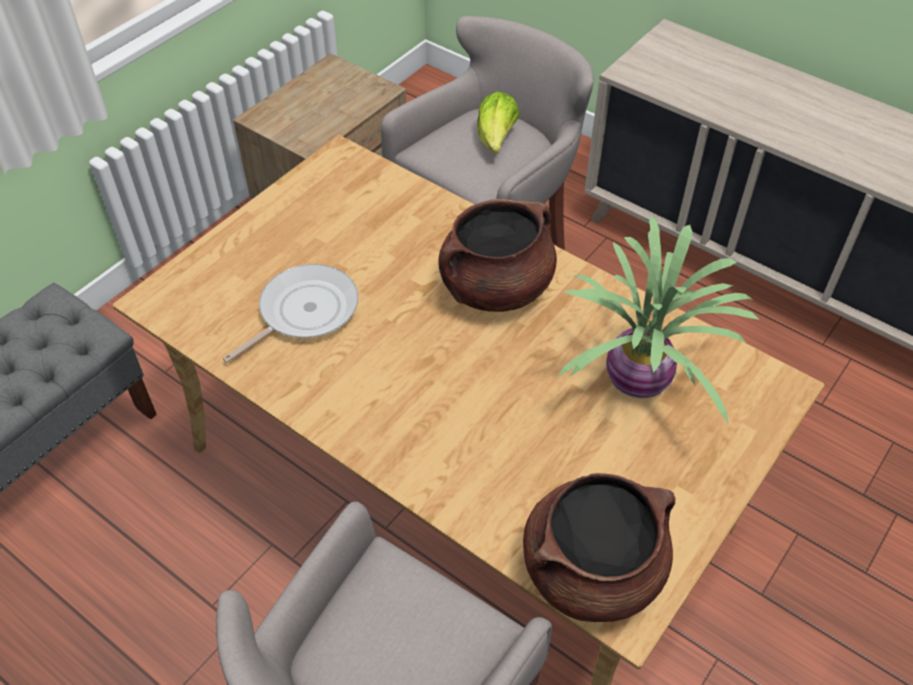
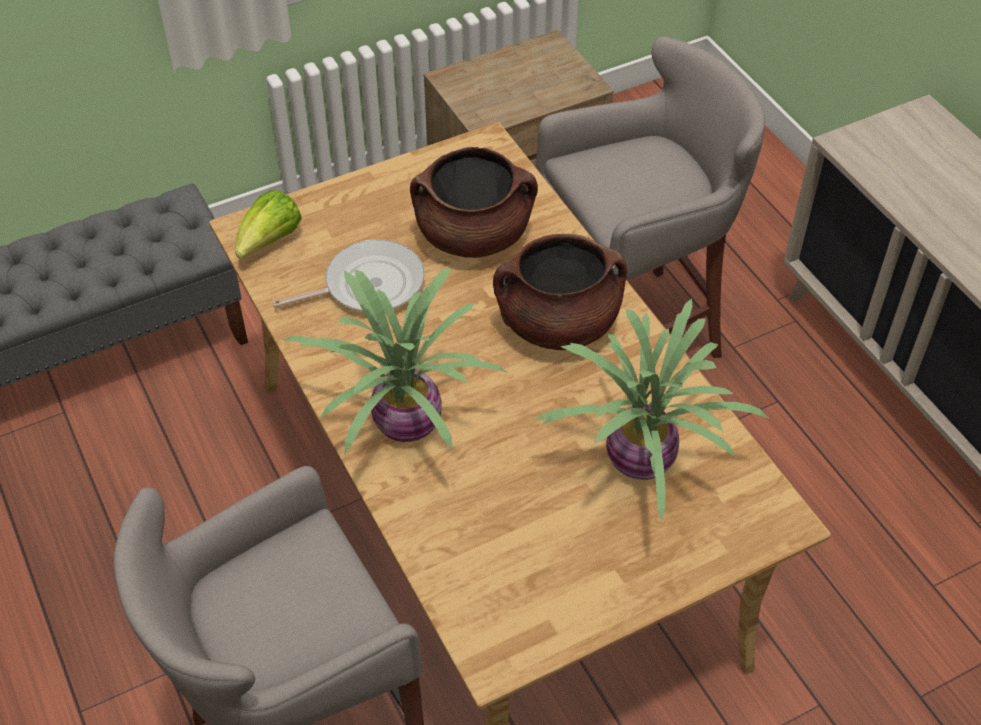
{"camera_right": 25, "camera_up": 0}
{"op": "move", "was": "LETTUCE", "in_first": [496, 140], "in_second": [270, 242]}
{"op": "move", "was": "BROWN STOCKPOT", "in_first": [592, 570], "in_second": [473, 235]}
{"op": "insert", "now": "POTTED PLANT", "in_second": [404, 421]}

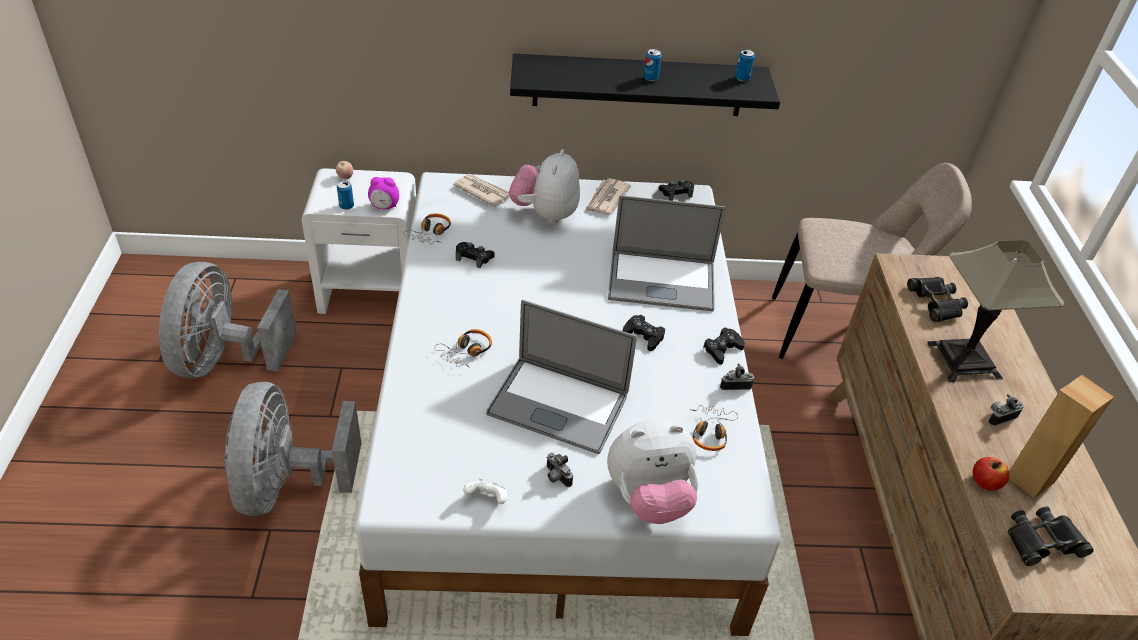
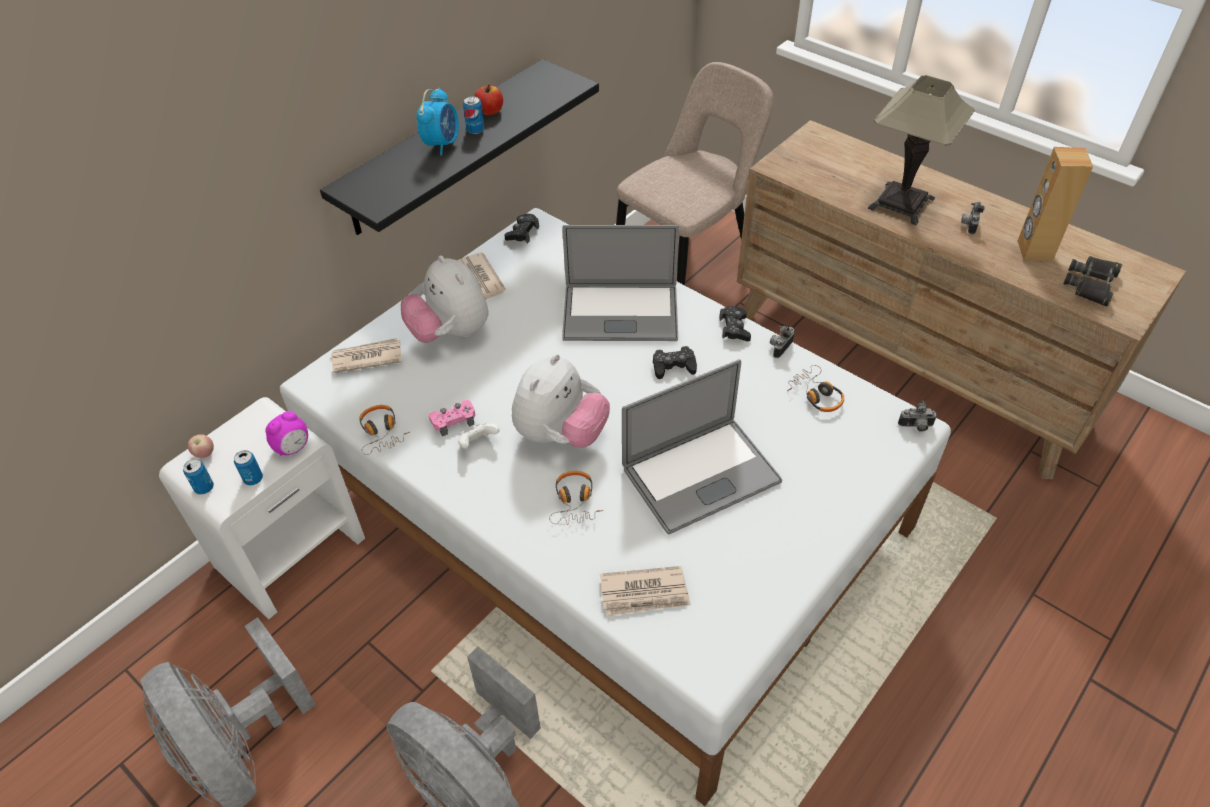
{"camera_right": -45, "camera_up": 5}
{"op": "recolor", "was": "BLACKISH GAME CONTROLLER", "now": "PINK GAME CONTROLLER", "in_first": [474, 257], "in_second": [453, 420]}
{"op": "move", "was": "WHITISH GAME CONTROLLER", "in_first": [487, 499], "in_second": [478, 443]}
{"op": "move", "was": "STILL CAMERA", "in_first": [556, 477], "in_second": [916, 427]}
{"op": "move", "was": "CUDDLY TOY", "in_first": [649, 498], "in_second": [561, 434]}
{"op": "rotate", "was": "PORTABLE COMPUTER", "in_first": [661, 281], "in_second": [620, 313], "clockwise": 45}
{"op": "move", "was": "SEALED CAN", "in_first": [742, 78], "in_second": [204, 488]}
{"op": "delete", "was": "BLACKISH PAIR OF BINOCULARS", "in_first": [935, 303]}
{"op": "move", "was": "APPLE", "in_first": [985, 482], "in_second": [490, 111]}
{"op": "insert", "now": "ALARM CLOCK", "in_second": [442, 144]}
{"op": "insert", "now": "PRINTED PAPER", "in_second": [645, 593]}

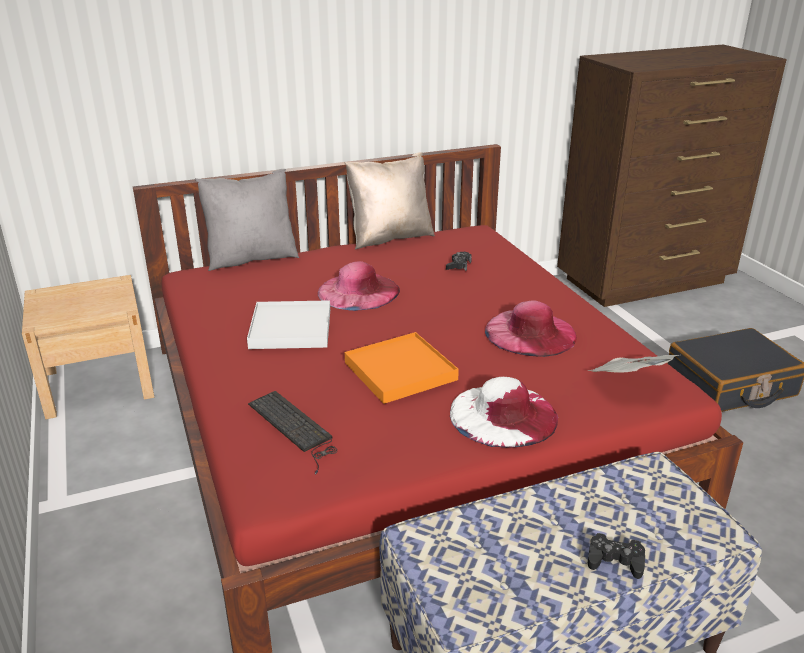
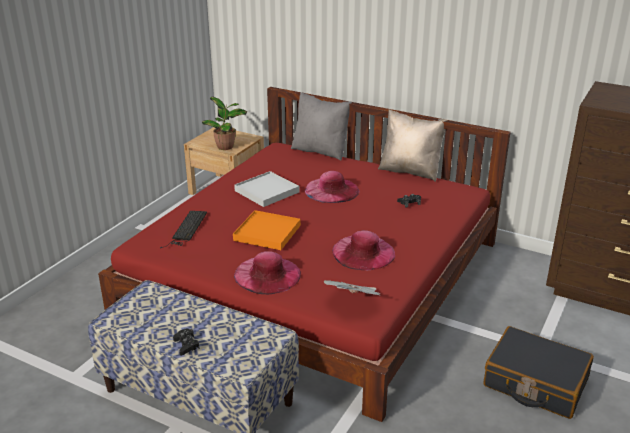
{"camera_right": 50, "camera_up": 0}
{"op": "recolor", "was": "WHITISH WEARABLE HAT", "now": "PINK WEARABLE HAT", "in_first": [503, 414], "in_second": [267, 274]}
{"op": "insert", "now": "POTTED PLANT", "in_second": [226, 147]}

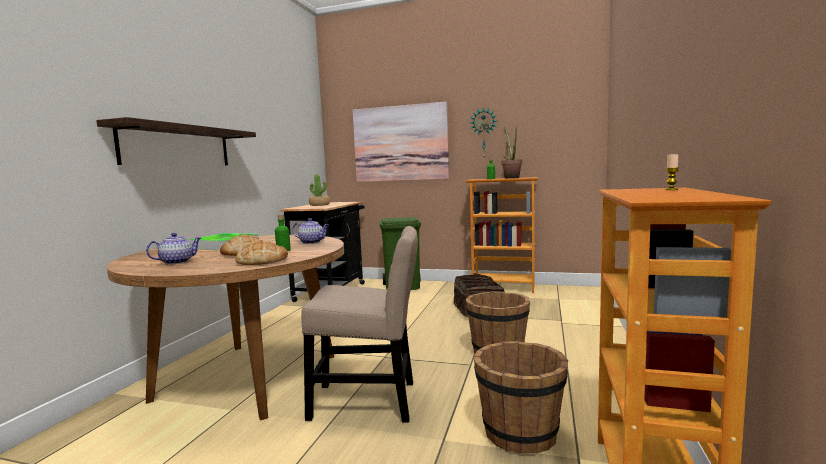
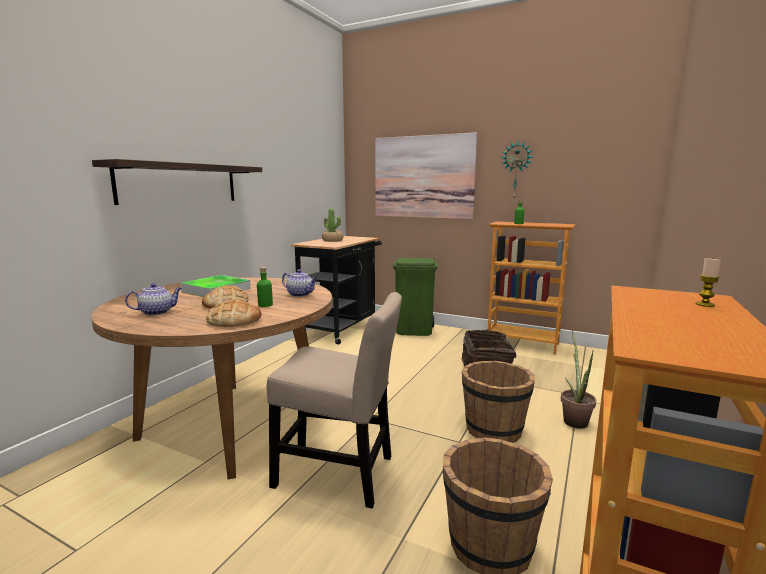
{"camera_right": 10, "camera_up": 5}
{"op": "move", "was": "POTTED PLANT", "in_first": [511, 178], "in_second": [574, 419]}

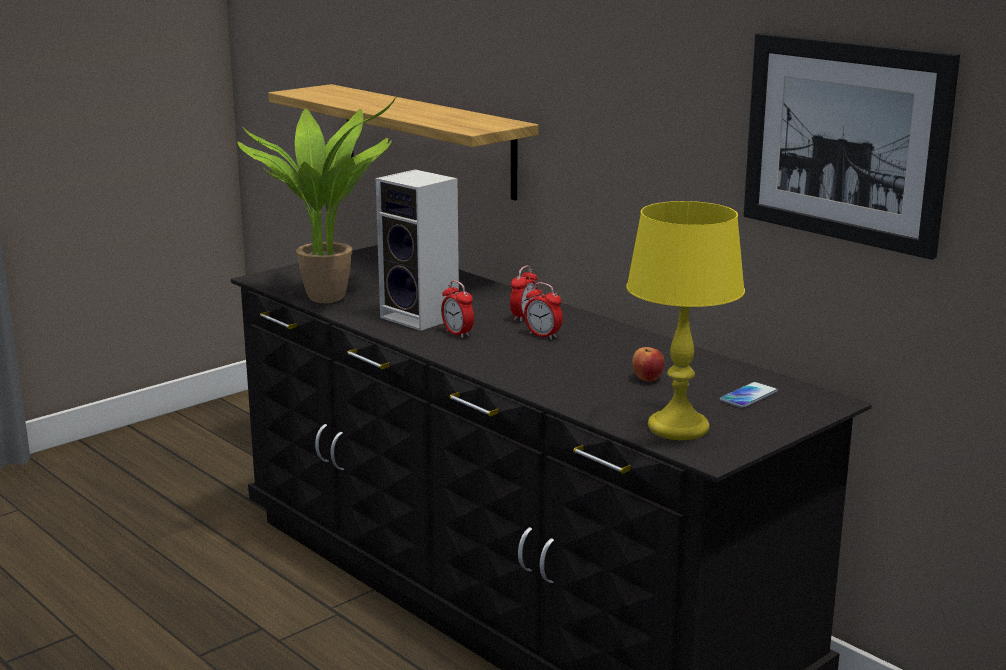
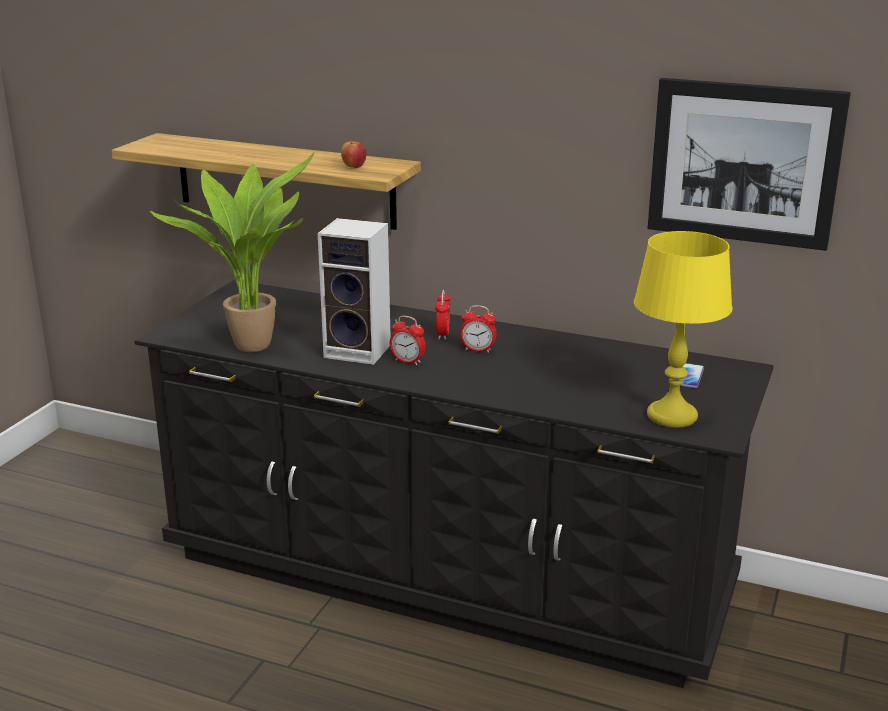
{"camera_right": -25, "camera_up": 5}
{"op": "move", "was": "APPLE", "in_first": [647, 379], "in_second": [354, 166]}

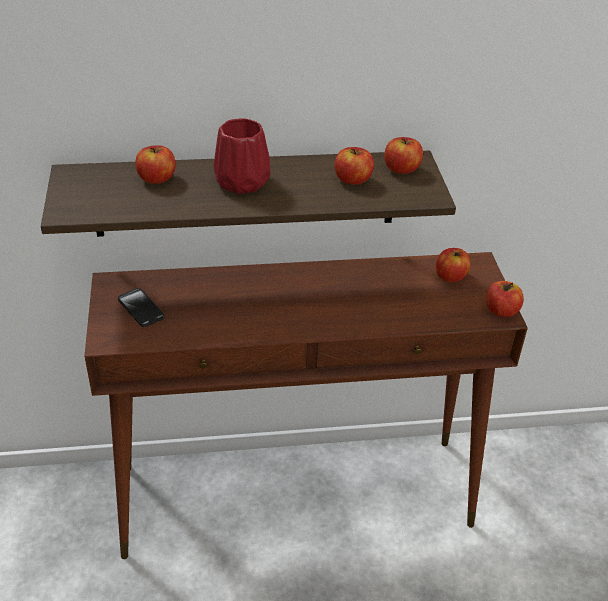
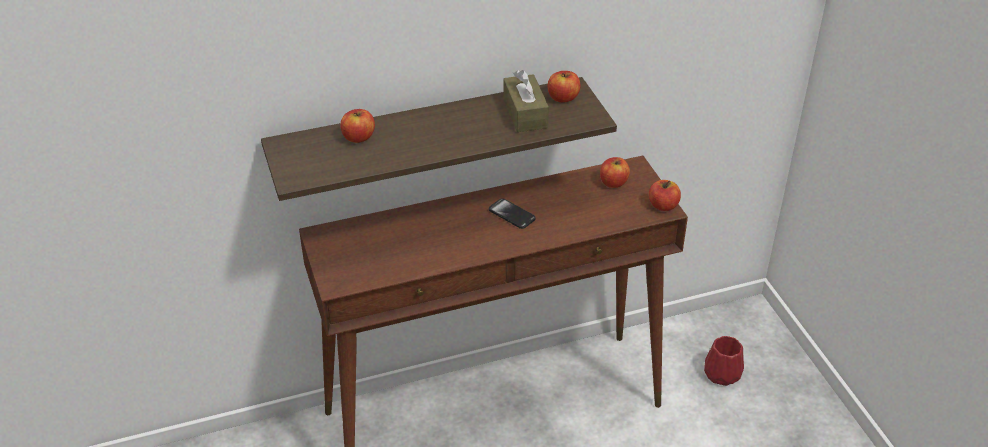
{"camera_right": -10, "camera_up": 0}
{"op": "move", "was": "PHONE", "in_first": [141, 308], "in_second": [512, 214]}
{"op": "move", "was": "REDDISH VASE", "in_first": [241, 183], "in_second": [722, 375]}
{"op": "replace", "was": "APPLE", "now": "BROWN TISSUE BOX", "in_first": [352, 179], "in_second": [525, 113]}

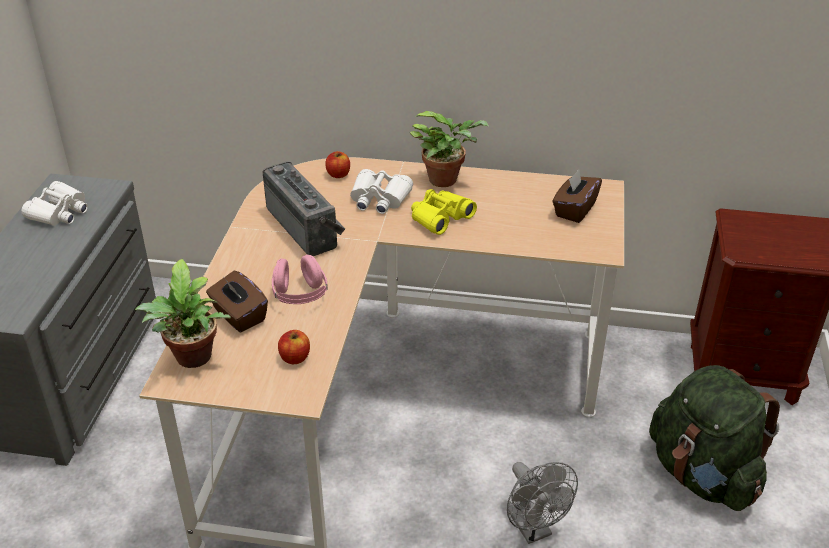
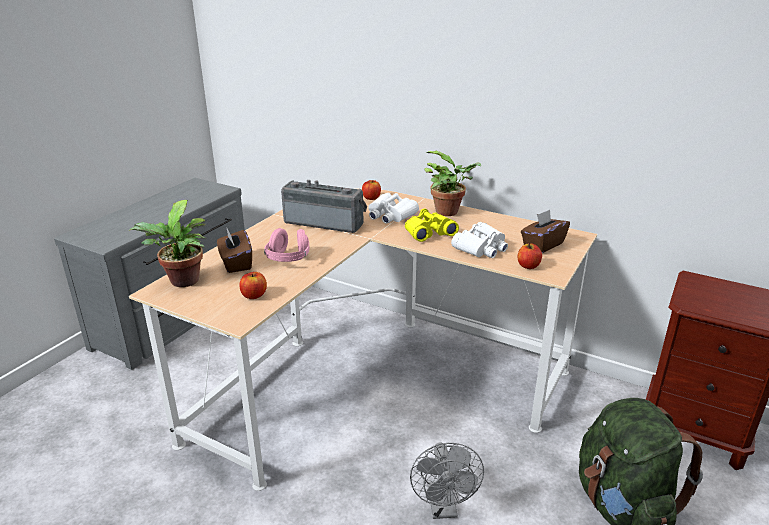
{"camera_right": 20, "camera_up": -10}
{"op": "move", "was": "WHITISH PAIR OF BINOCULARS", "in_first": [59, 212], "in_second": [481, 248]}
{"op": "rotate", "was": "RADIO", "in_first": [306, 227], "in_second": [325, 222], "clockwise": -60}
{"op": "insert", "now": "APPLE", "in_second": [528, 266]}

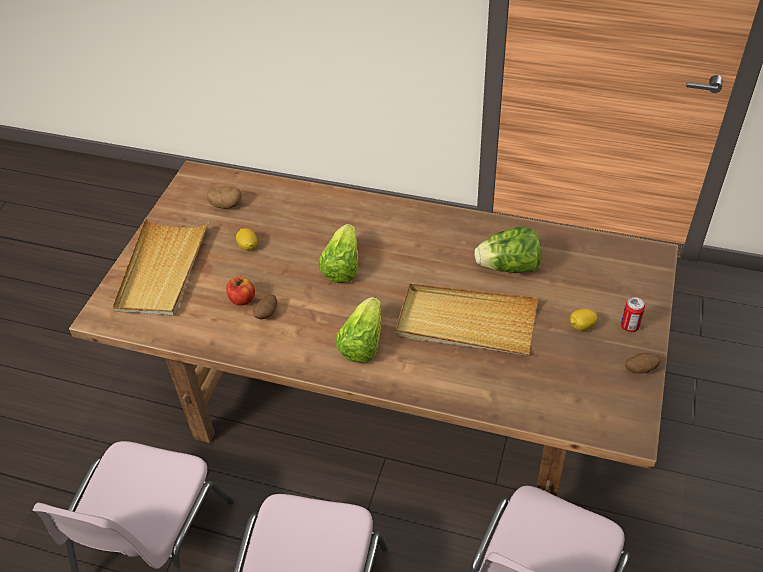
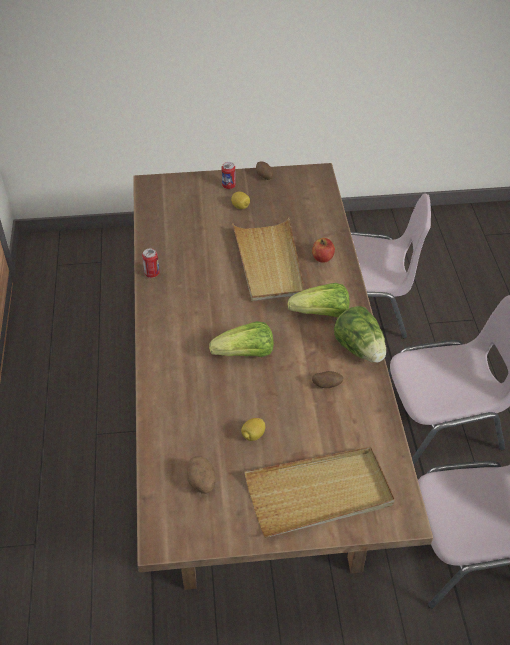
{"camera_right": -115, "camera_up": 0}
{"op": "move", "was": "APPLE", "in_first": [242, 299], "in_second": [322, 258]}
{"op": "move", "was": "LETTUCE", "in_first": [508, 267], "in_second": [360, 349]}
{"op": "insert", "now": "SEALED CAN", "in_second": [152, 273]}

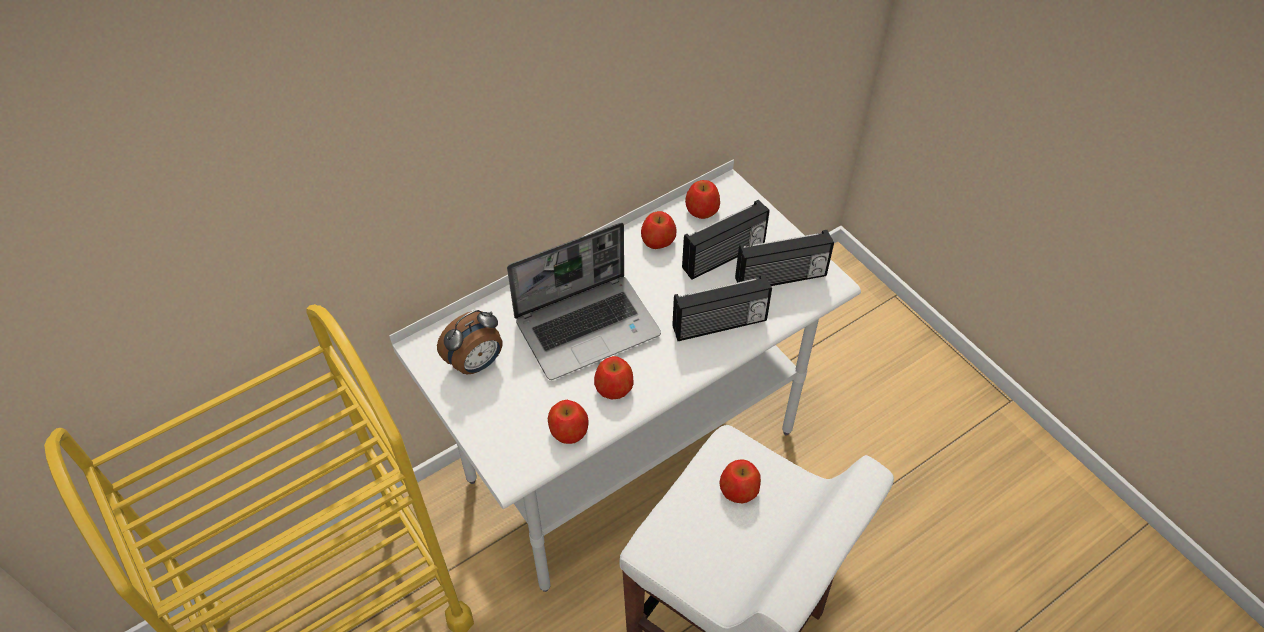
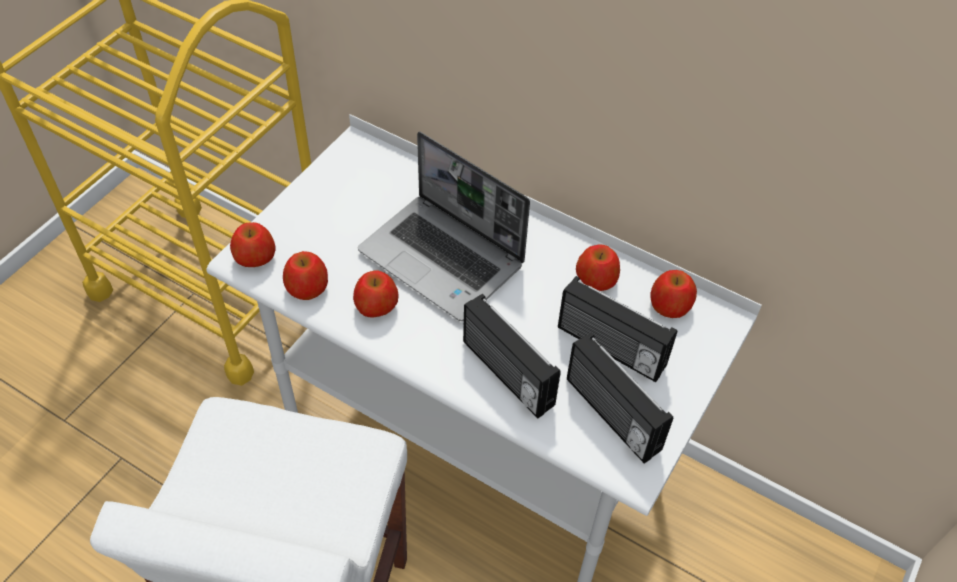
{"camera_right": 65, "camera_up": 0}
{"op": "delete", "was": "ALARM CLOCK", "in_first": [476, 363]}
{"op": "move", "was": "APPLE", "in_first": [739, 489], "in_second": [255, 257]}

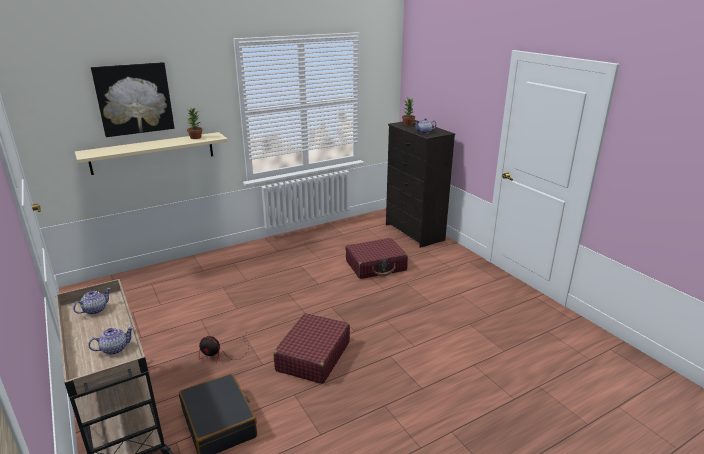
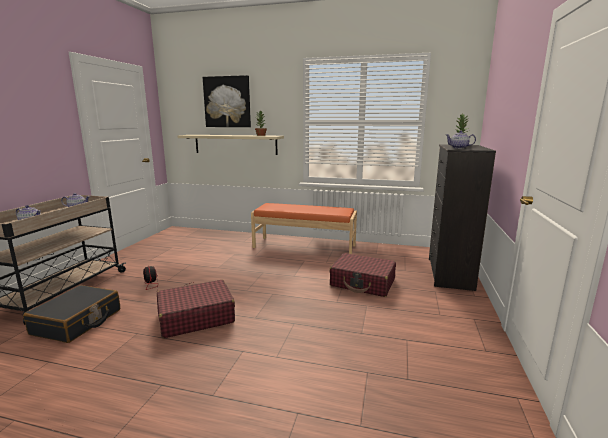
{"camera_right": 45, "camera_up": -10}
{"op": "insert", "now": "ORANGE-COLOURED LONG SEAT", "in_second": [304, 246]}

